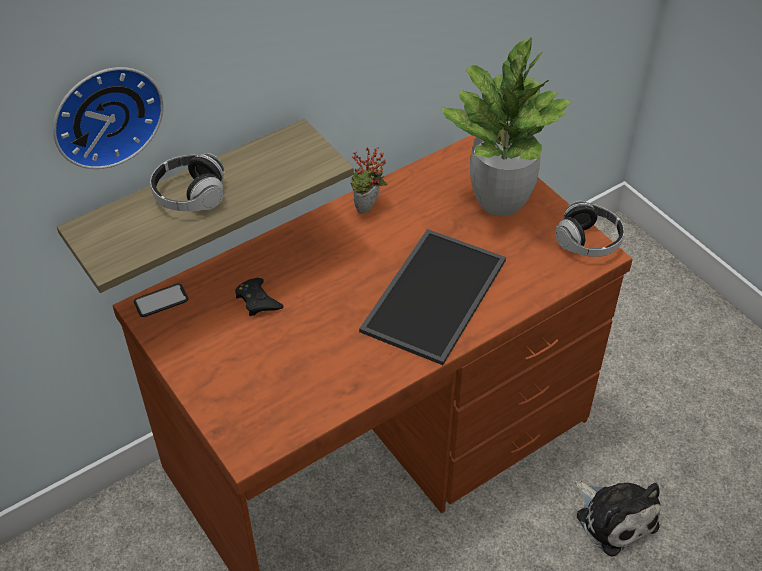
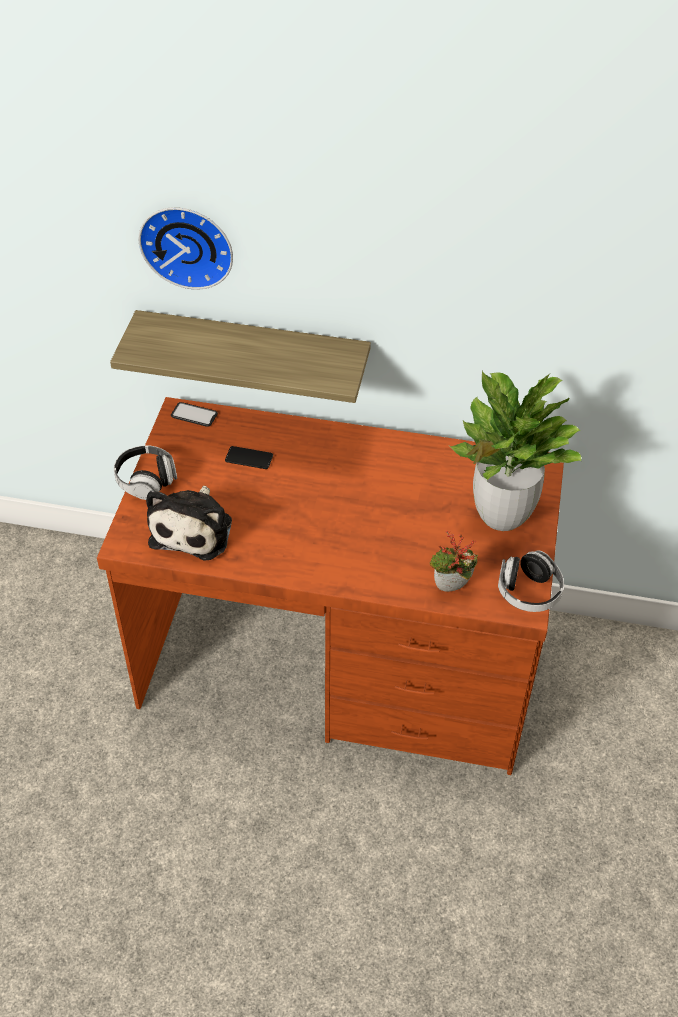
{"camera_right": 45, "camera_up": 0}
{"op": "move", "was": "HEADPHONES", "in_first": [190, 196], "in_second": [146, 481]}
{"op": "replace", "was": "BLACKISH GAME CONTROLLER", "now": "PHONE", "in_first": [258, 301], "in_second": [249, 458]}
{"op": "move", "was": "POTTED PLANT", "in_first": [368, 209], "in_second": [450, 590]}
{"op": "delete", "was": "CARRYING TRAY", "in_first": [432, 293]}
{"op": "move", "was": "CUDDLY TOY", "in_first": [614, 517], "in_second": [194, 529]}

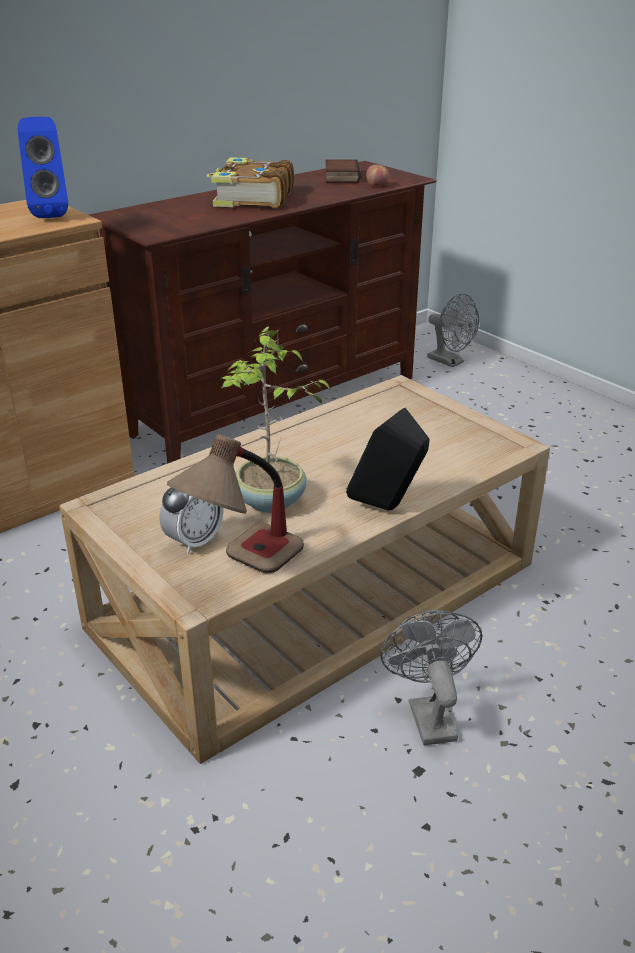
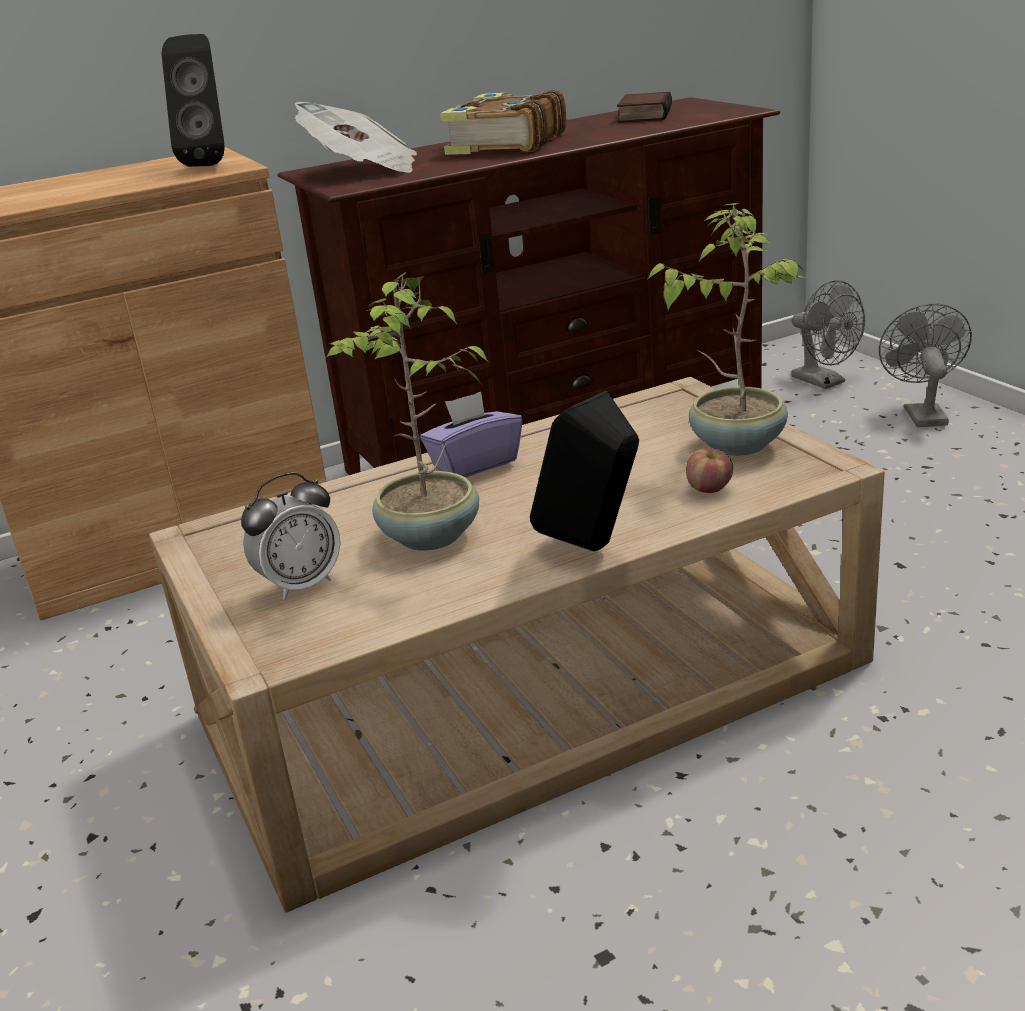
{"camera_right": 15, "camera_up": -5}
{"op": "recolor", "was": "BLUE-COLOURED AUDIO SPEAKER", "now": "BLACKISH AUDIO SPEAKER", "in_first": [50, 214], "in_second": [211, 164]}
{"op": "delete", "was": "TABLE LAMP", "in_first": [242, 570]}
{"op": "move", "was": "APPLE", "in_first": [377, 186], "in_second": [709, 489]}
{"op": "move", "was": "GREY FAN", "in_first": [428, 714], "in_second": [921, 414]}
{"op": "insert", "now": "PRINTED PAPER", "in_second": [363, 170]}
{"op": "insert", "now": "PURPLE-COLOURED TISSUE BOX", "in_second": [474, 464]}
{"op": "insert", "now": "POTTED PLANT", "in_second": [736, 443]}

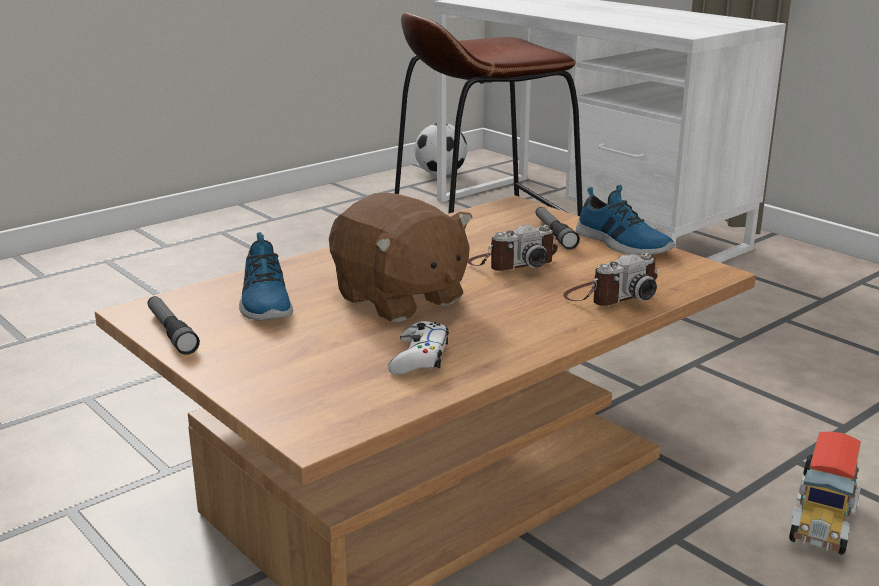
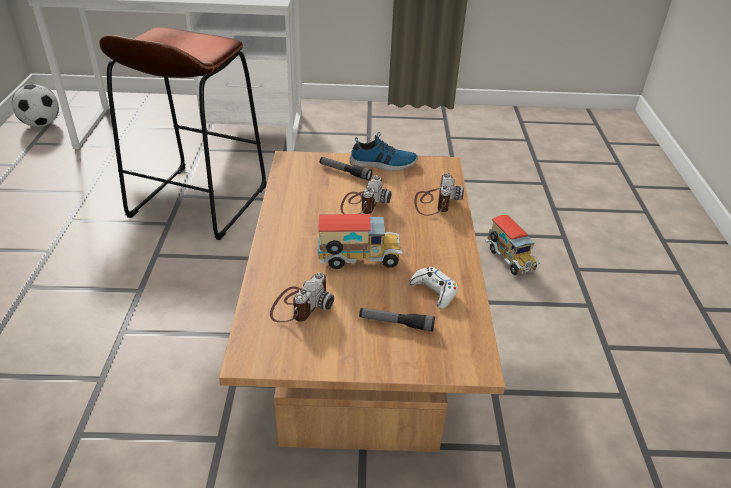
{"camera_right": -50, "camera_up": 15}
{"op": "move", "was": "HAND TORCH", "in_first": [171, 332], "in_second": [396, 323]}
{"op": "replace", "was": "ITEM OF FOOTWEAR", "now": "STILL CAMERA", "in_first": [264, 302], "in_second": [300, 305]}
{"op": "replace", "was": "BROWN CUDDLY TOY", "now": "MODEL TRUCK", "in_first": [399, 299], "in_second": [359, 260]}

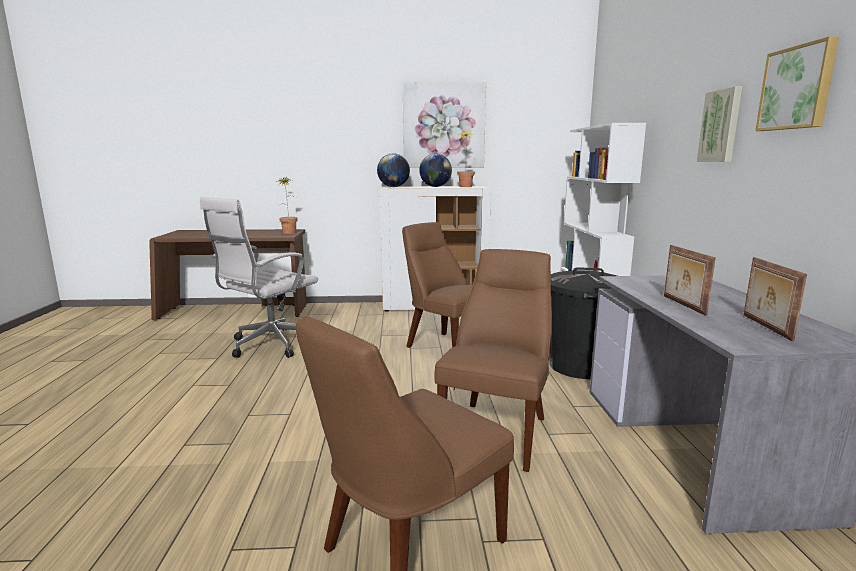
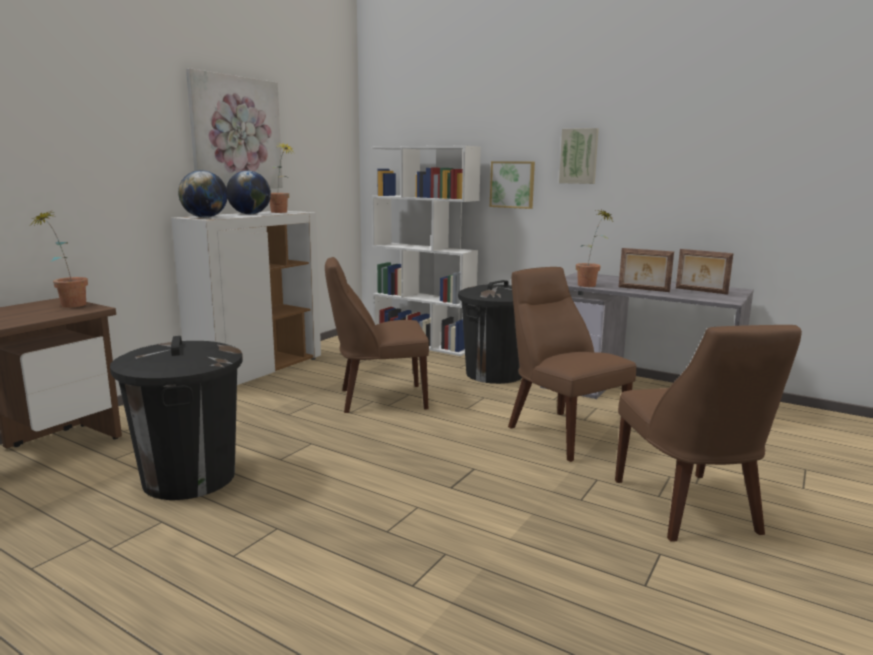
{"camera_right": -55, "camera_up": 0}
{"op": "replace", "was": "WHITISH COMPUTER CHAIR", "now": "BLACKISH WASTE BIN", "in_first": [269, 345], "in_second": [189, 478]}
{"op": "move", "was": "WALL ART", "in_first": [798, 88], "in_second": [512, 184]}
{"op": "insert", "now": "POTTED PLANT", "in_second": [591, 285]}

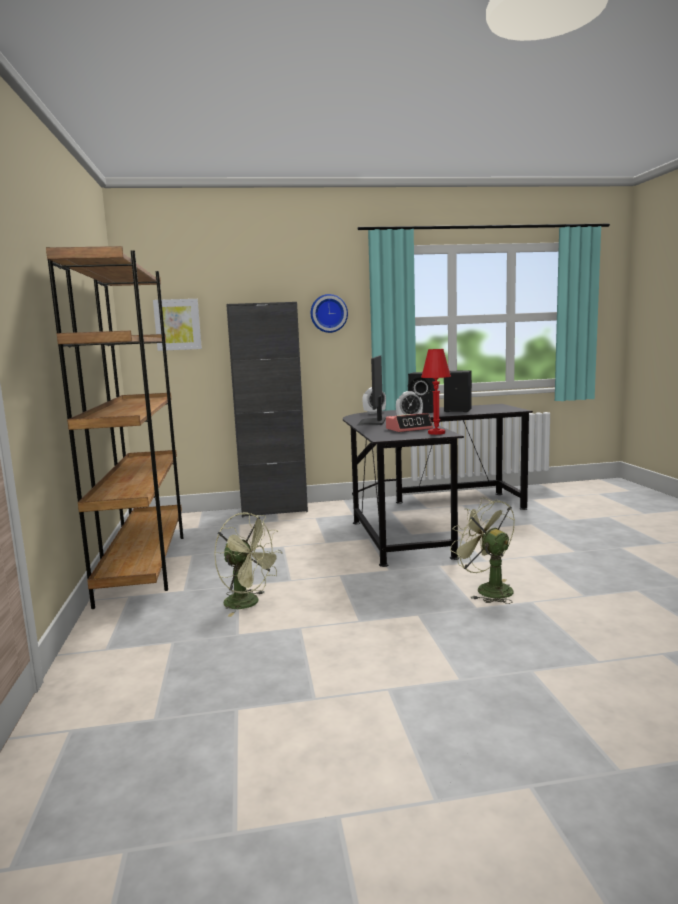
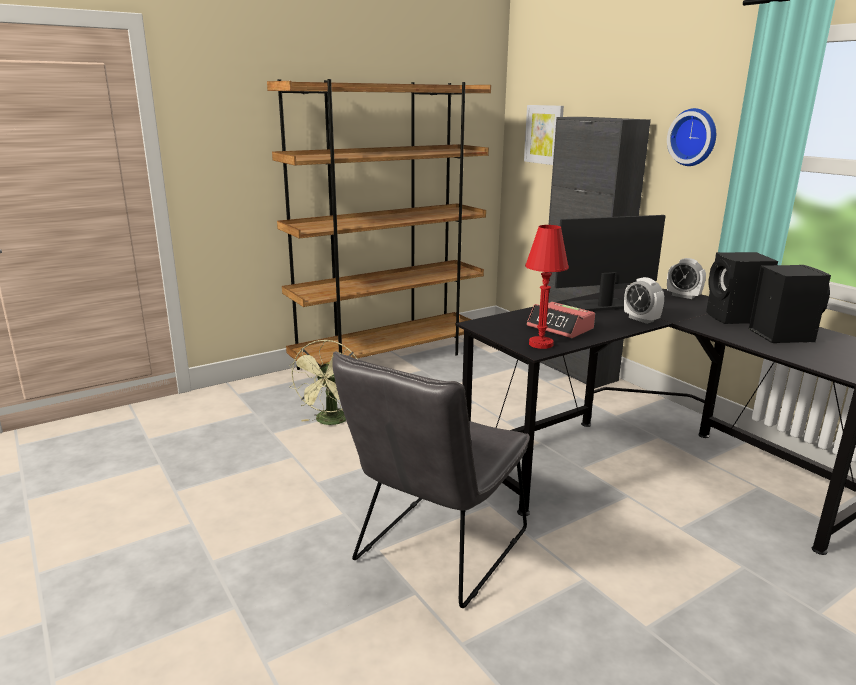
{"camera_right": 65, "camera_up": 10}
{"op": "replace", "was": "GREENISH FAN", "now": "GREY CHAIR", "in_first": [487, 589], "in_second": [435, 552]}

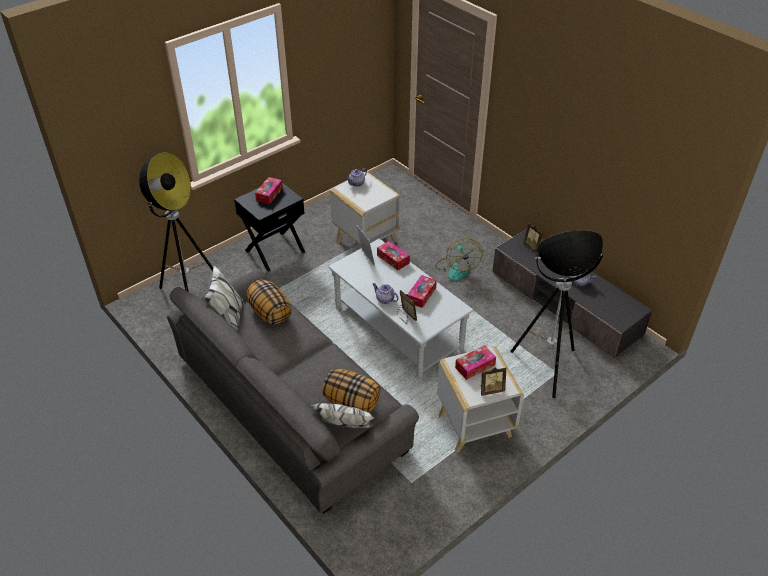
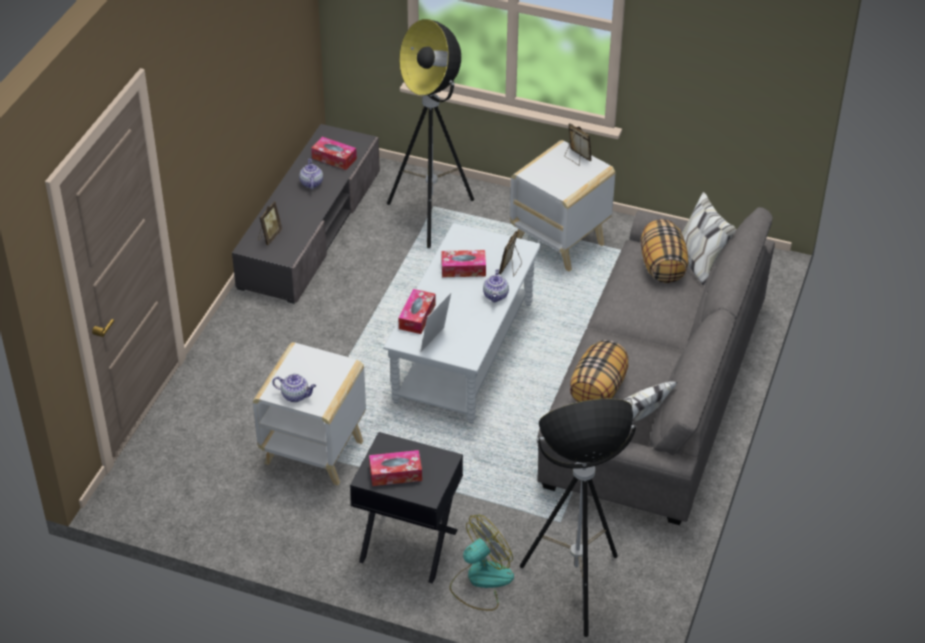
{"camera_right": -120, "camera_up": 0}
{"op": "move", "was": "FAN", "in_first": [457, 268], "in_second": [481, 581]}
{"op": "move", "was": "TISSUE BOX", "in_first": [475, 366], "in_second": [334, 158]}

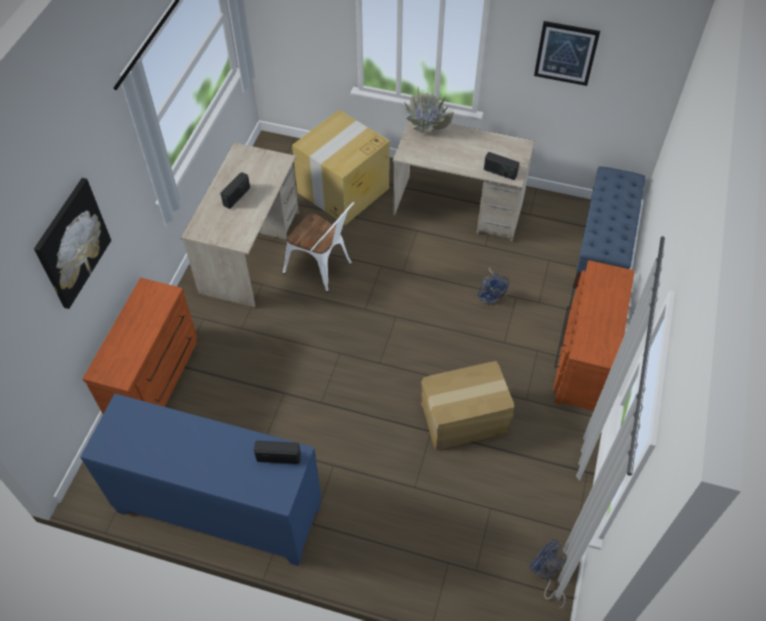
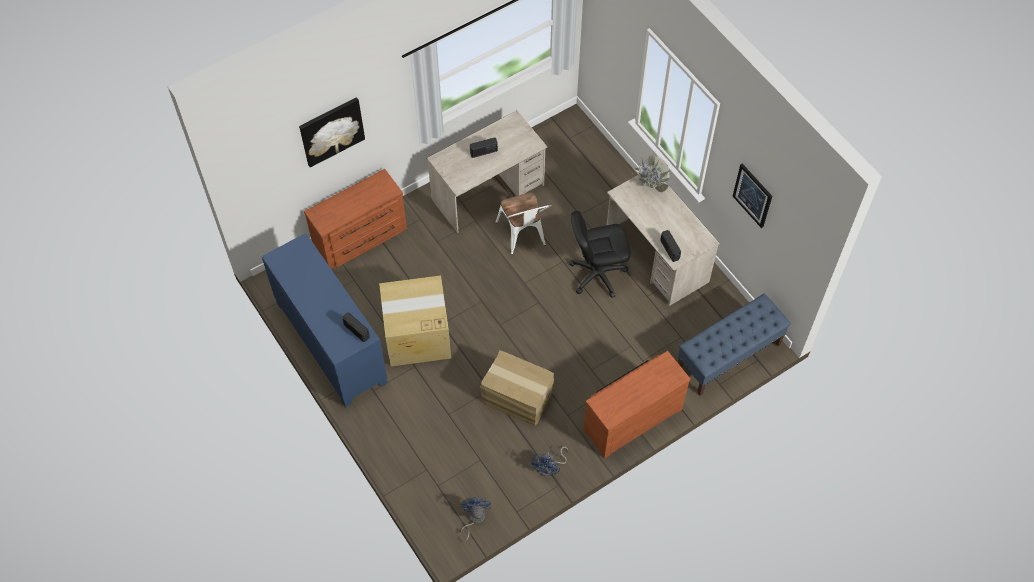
{"camera_right": 40, "camera_up": 5}
{"op": "move", "was": "CARTON", "in_first": [342, 191], "in_second": [416, 336]}
{"op": "move", "was": "BLUE-COLOURED FAN", "in_first": [491, 294], "in_second": [549, 467]}
{"op": "insert", "now": "BLACKISH COMPUTER CHAIR", "in_second": [597, 274]}

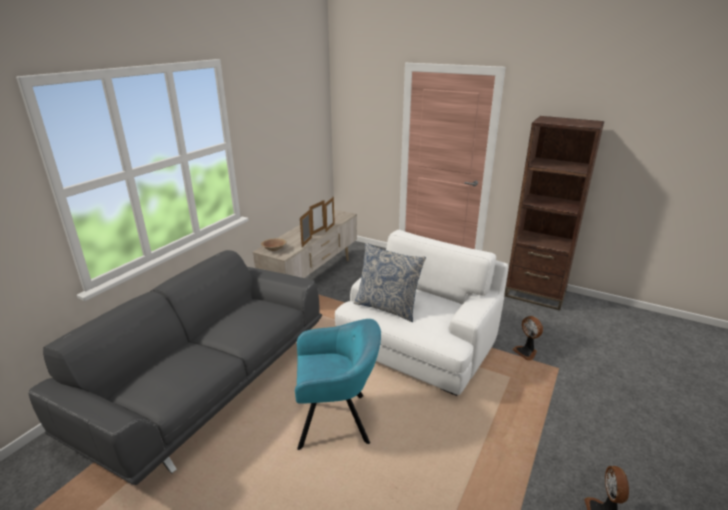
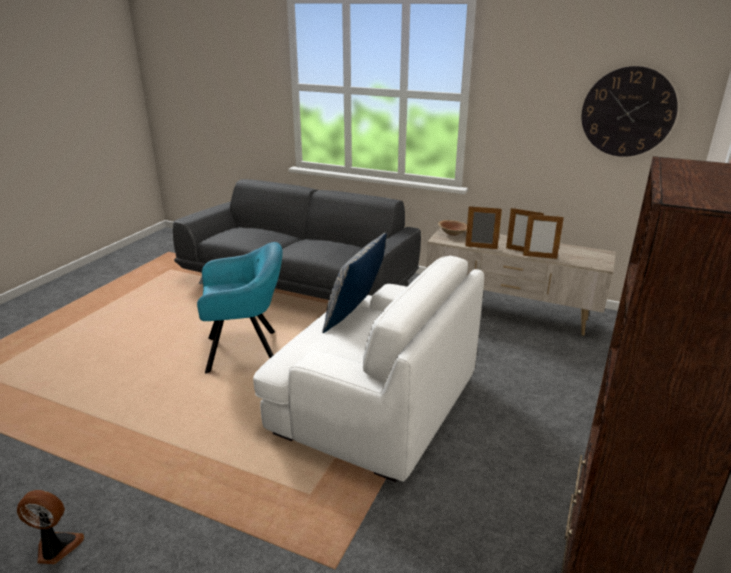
{"camera_right": 85, "camera_up": 0}
{"op": "rotate", "was": "TURQUOISE-COLOURED EASY CHAIR", "in_first": [336, 420], "in_second": [246, 351], "clockwise": -90}
{"op": "delete", "was": "FAN", "in_first": [526, 352]}
{"op": "insert", "now": "WALL CLOCK", "in_second": [628, 112]}

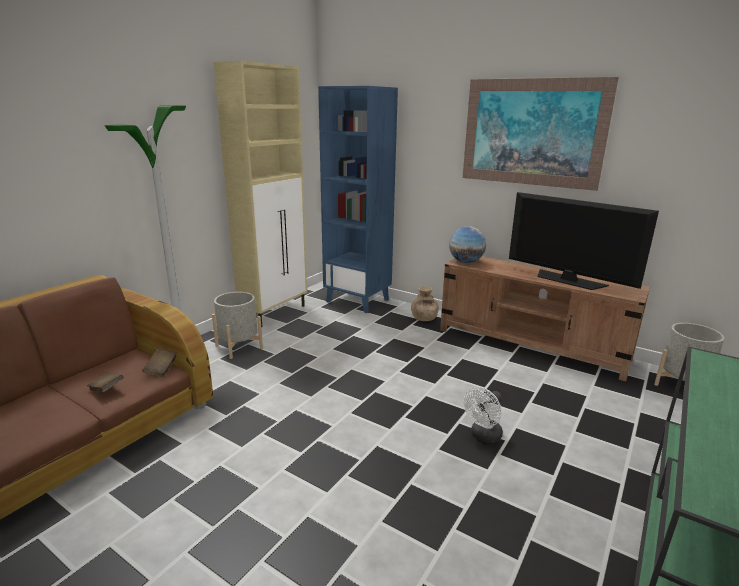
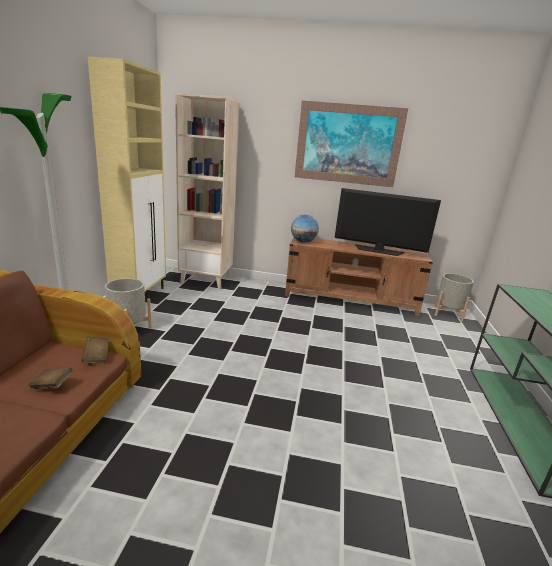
{"camera_right": -25, "camera_up": 0}
{"op": "recolor", "was": "BLUE-COLOURED SHELVING UNIT", "now": "BEIGE SHELVING UNIT", "in_first": [358, 300], "in_second": [206, 280]}
{"op": "delete", "was": "BROWN VASE", "in_first": [424, 318]}
{"op": "delete", "was": "WHITISH FAN", "in_first": [483, 436]}

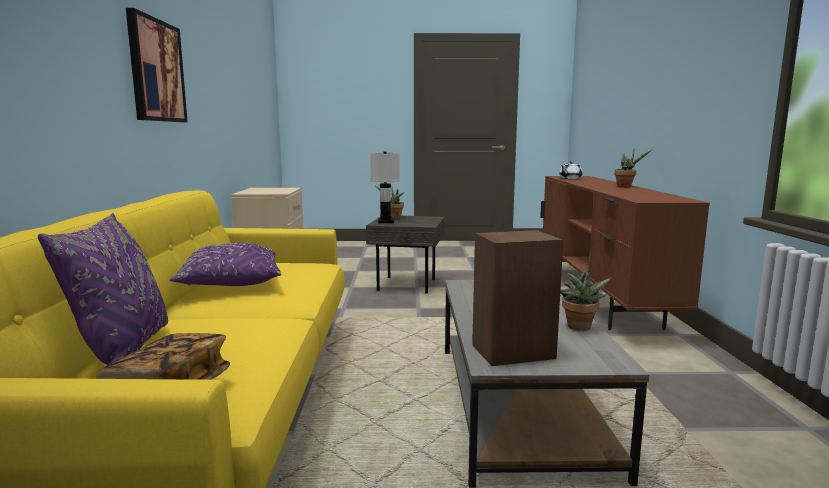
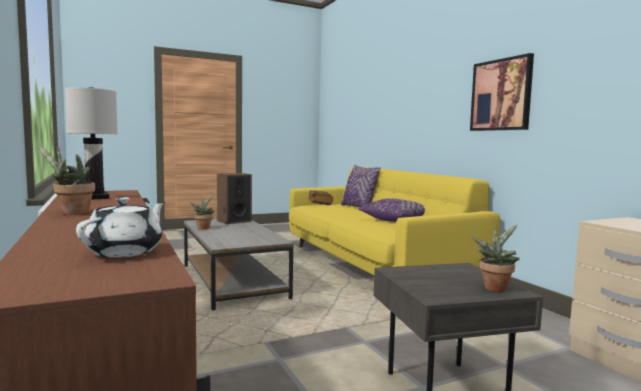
{"camera_right": 155, "camera_up": -5}
{"op": "move", "was": "WHITISH TABLE LAMP", "in_first": [385, 222], "in_second": [95, 198]}

